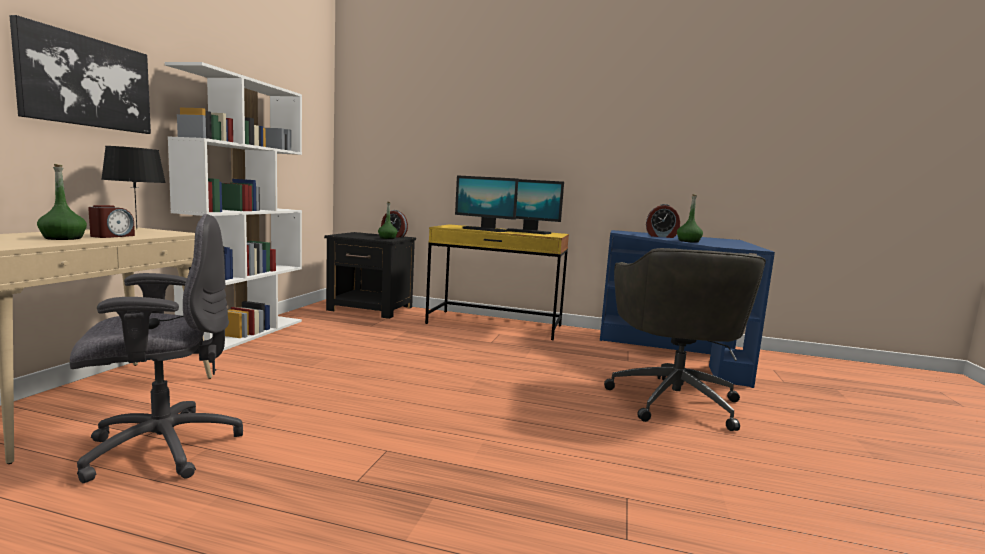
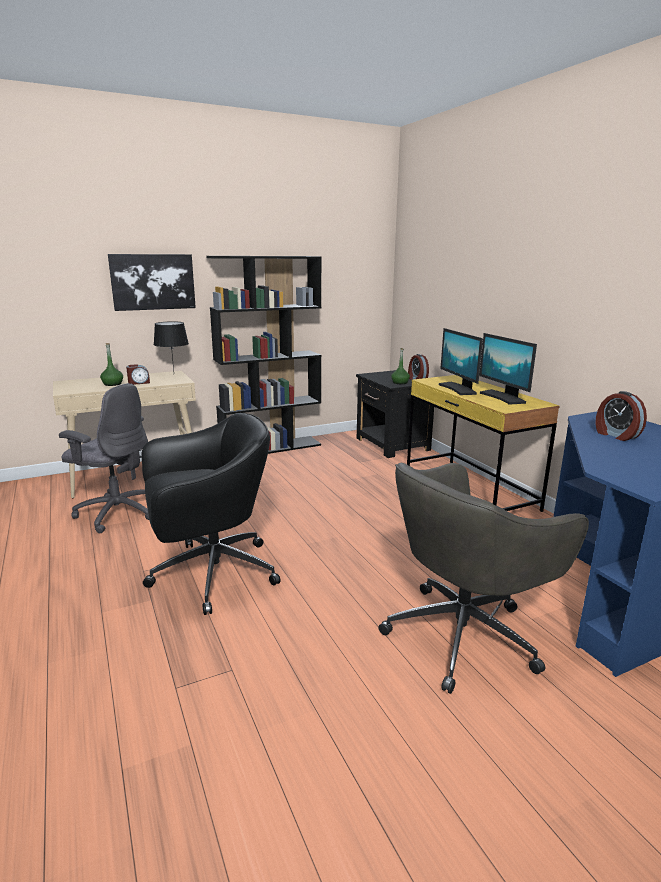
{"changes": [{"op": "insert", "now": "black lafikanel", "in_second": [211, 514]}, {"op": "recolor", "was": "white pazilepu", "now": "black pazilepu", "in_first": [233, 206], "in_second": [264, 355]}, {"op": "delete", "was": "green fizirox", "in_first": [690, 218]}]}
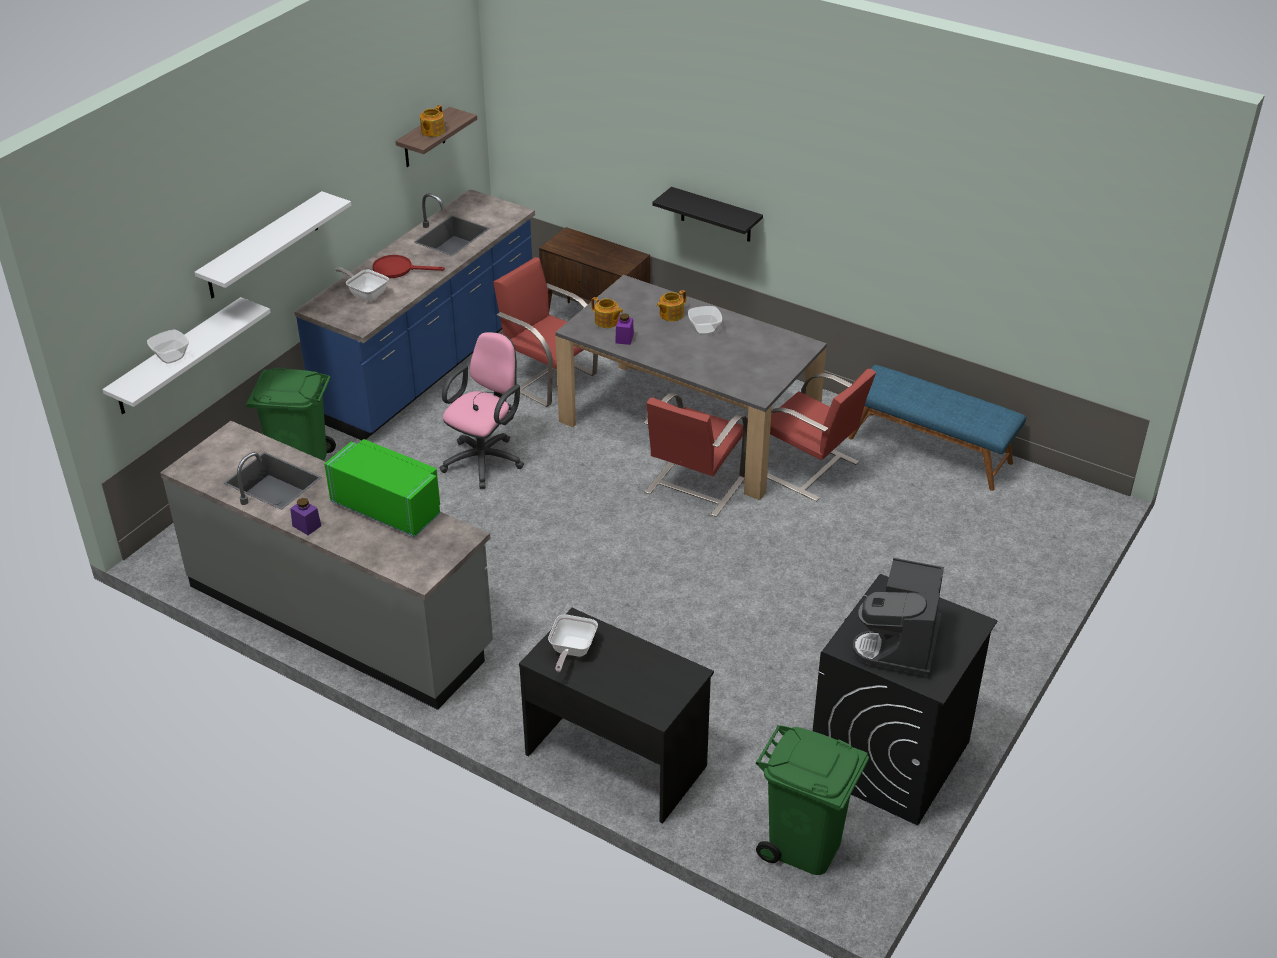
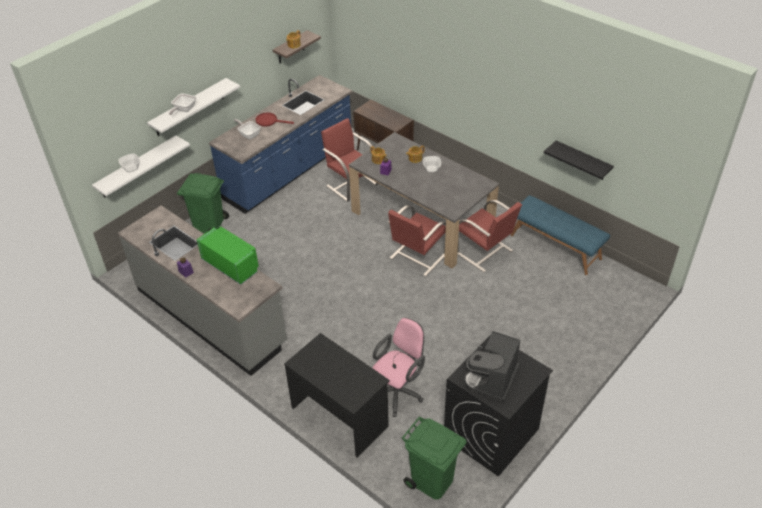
{"changes": [{"op": "move", "was": "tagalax", "in_first": [573, 643], "in_second": [182, 104]}, {"op": "move", "was": "pink lafikanel", "in_first": [482, 410], "in_second": [399, 367]}, {"op": "move", "was": "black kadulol", "in_first": [707, 214], "in_second": [579, 160]}]}
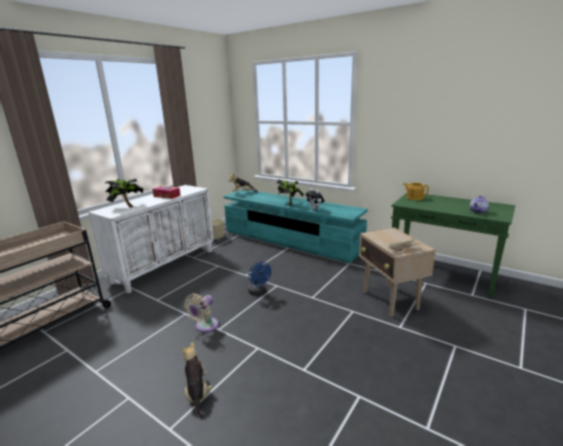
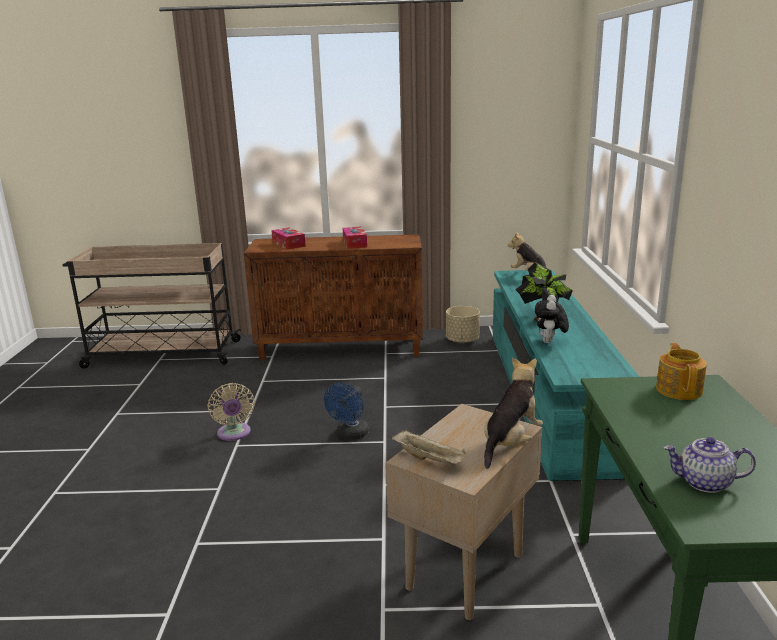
{"changes": [{"op": "rotate", "was": "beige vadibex", "in_first": [202, 313], "in_second": [231, 412], "clockwise": -105}, {"op": "recolor", "was": "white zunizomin", "now": "brown zunizomin", "in_first": [151, 239], "in_second": [333, 297]}, {"op": "replace", "was": "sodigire", "now": "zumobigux", "in_first": [123, 193], "in_second": [288, 239]}, {"op": "move", "was": "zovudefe", "in_first": [196, 380], "in_second": [513, 413]}]}
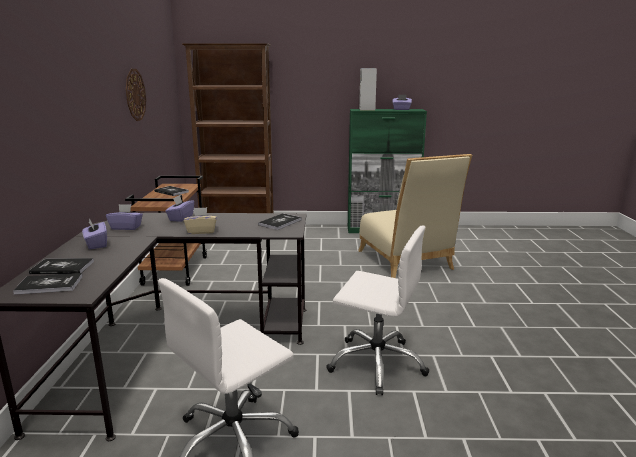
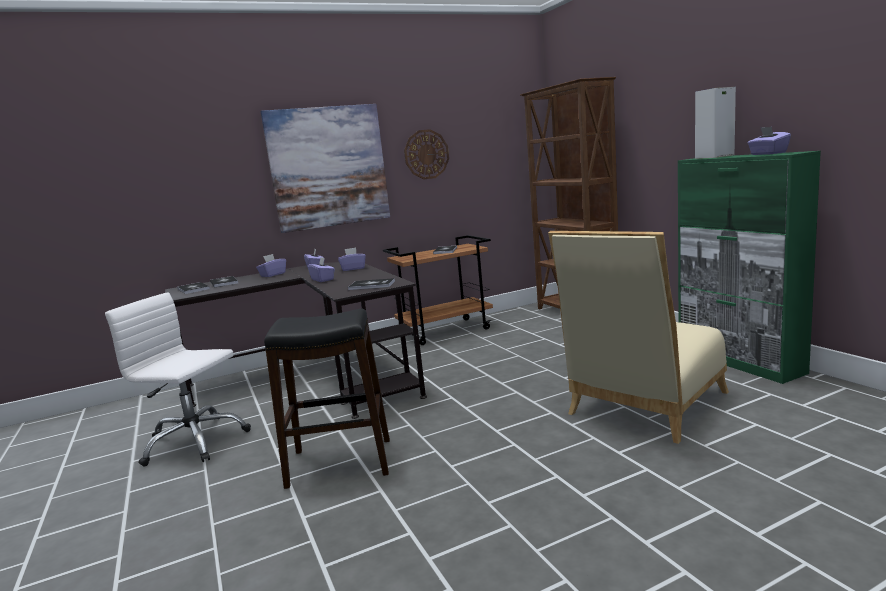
{"changes": [{"op": "insert", "now": "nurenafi", "in_second": [325, 168]}, {"op": "replace", "was": "white lafikanel", "now": "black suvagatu", "in_first": [377, 310], "in_second": [327, 399]}, {"op": "recolor", "was": "beige zumobigux", "now": "purple zumobigux", "in_first": [200, 220], "in_second": [321, 270]}]}
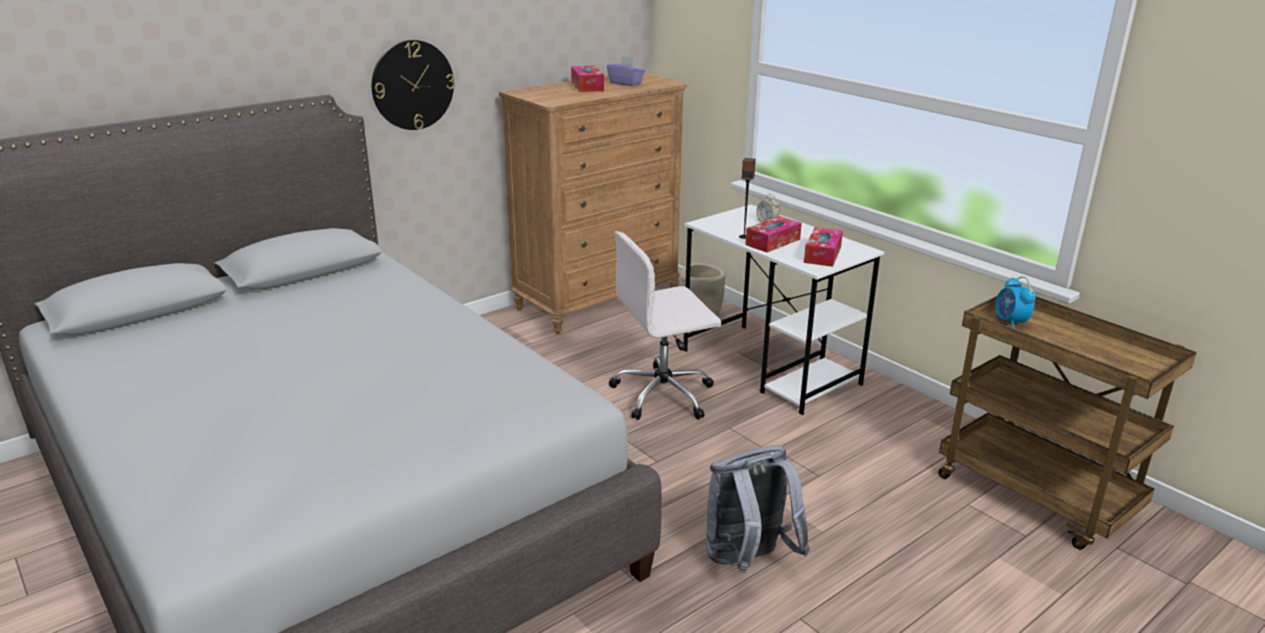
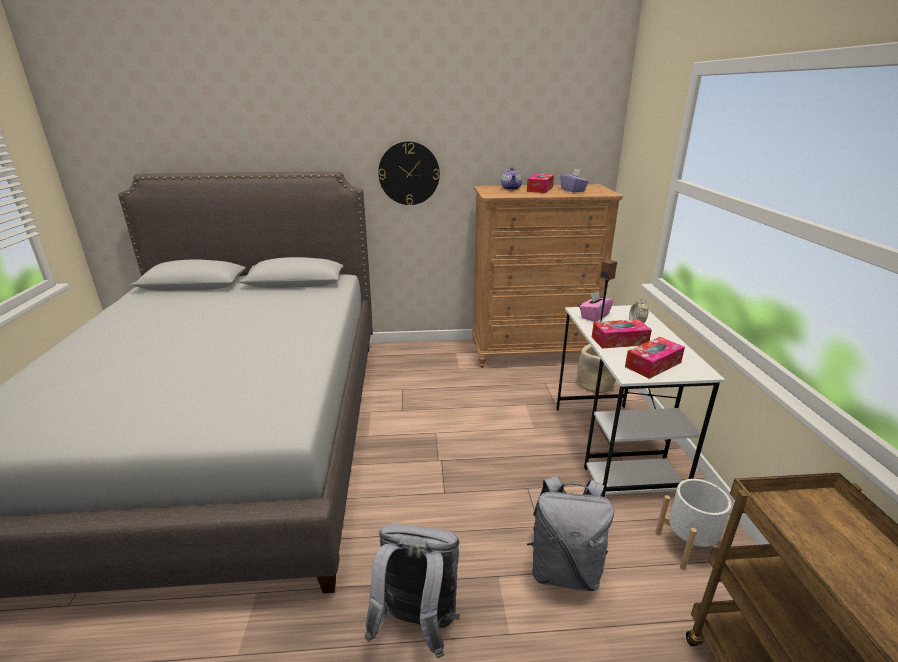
{"changes": [{"op": "insert", "now": "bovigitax", "in_second": [511, 178]}, {"op": "insert", "now": "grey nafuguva", "in_second": [570, 533]}, {"op": "insert", "now": "pink zumobigux", "in_second": [596, 306]}, {"op": "insert", "now": "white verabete", "in_second": [693, 524]}, {"op": "delete", "was": "white lafikanel", "in_first": [665, 325]}, {"op": "delete", "was": "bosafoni", "in_first": [1016, 303]}]}
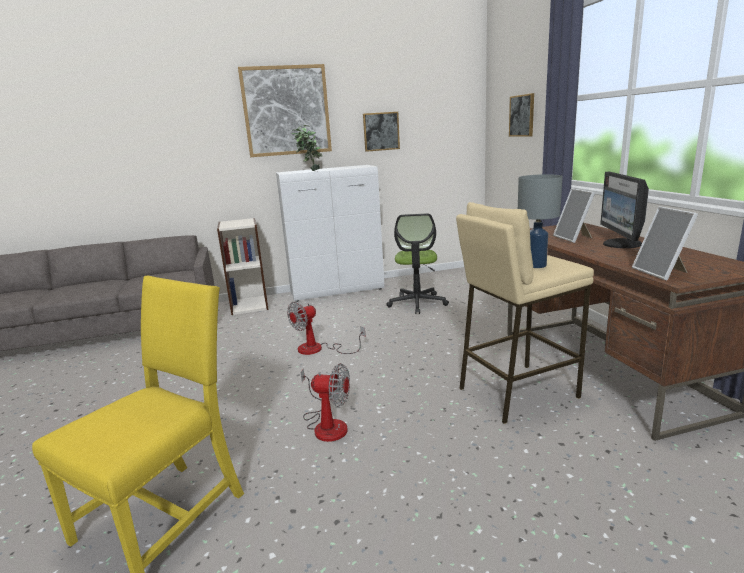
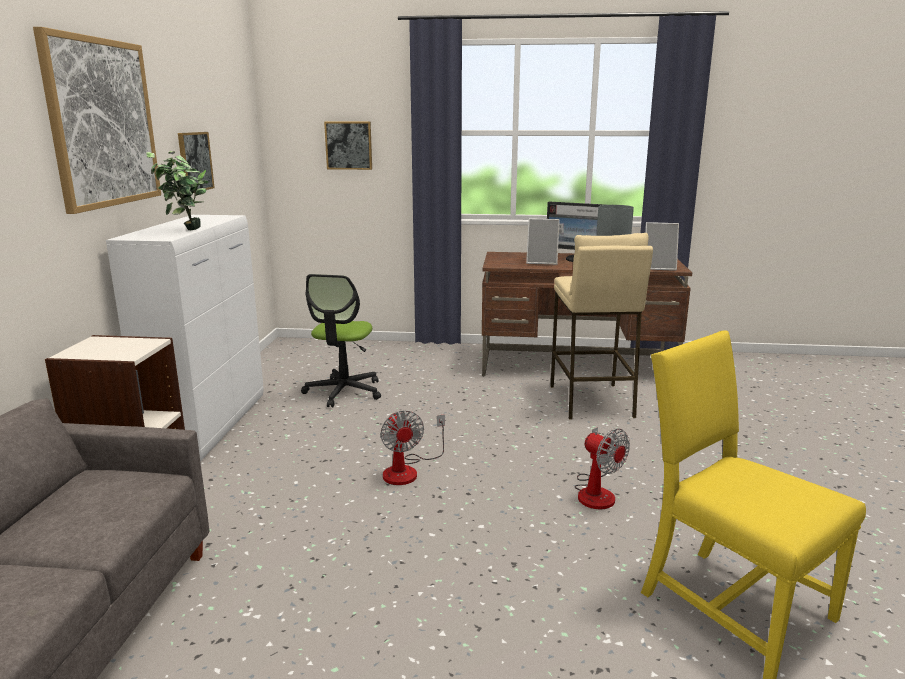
{"changes": [{"op": "rotate", "was": "lafikanel", "in_first": [417, 263], "in_second": [341, 340], "clockwise": 75}, {"op": "rotate", "was": "vadibex", "in_first": [325, 402], "in_second": [602, 468], "clockwise": 105}]}
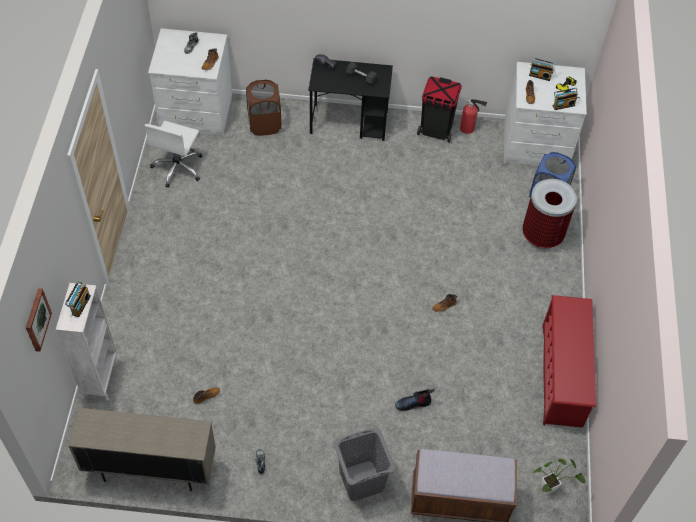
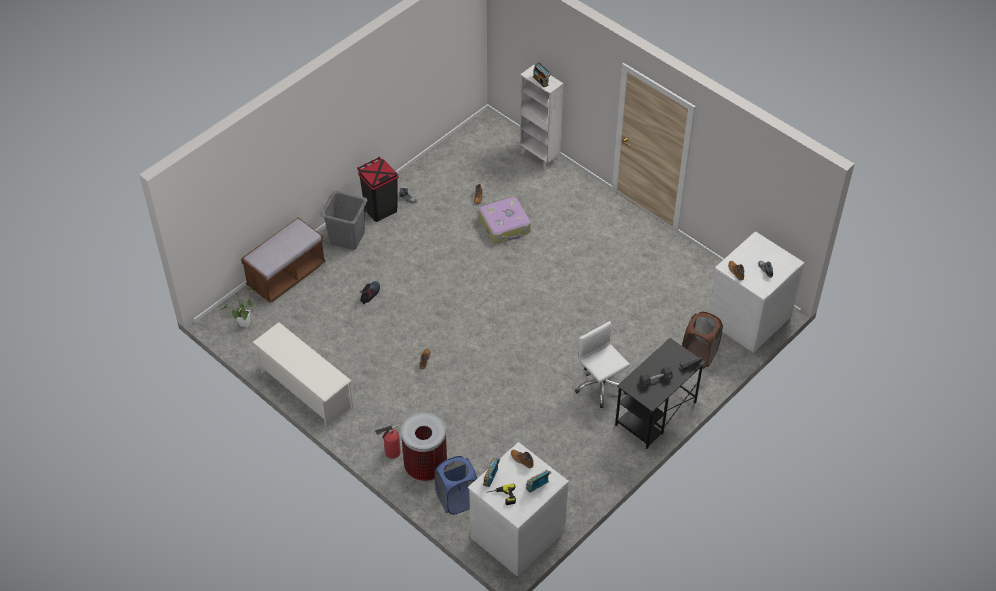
{"changes": [{"op": "recolor", "was": "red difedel", "now": "white difedel", "in_first": [569, 361], "in_second": [302, 374]}, {"op": "move", "was": "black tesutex", "in_first": [439, 109], "in_second": [378, 189]}, {"op": "move", "was": "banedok", "in_first": [473, 116], "in_second": [388, 441]}, {"op": "insert", "now": "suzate", "in_second": [505, 220]}, {"op": "move", "was": "white lafikanel", "in_first": [173, 154], "in_second": [602, 364]}, {"op": "delete", "was": "nurenafi", "in_first": [39, 320]}, {"op": "delete", "was": "beige zunizomin", "in_first": [142, 449]}]}
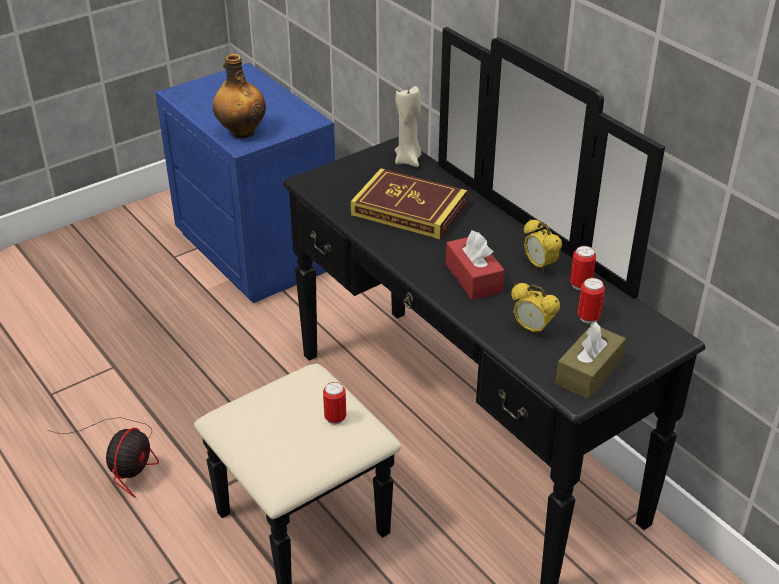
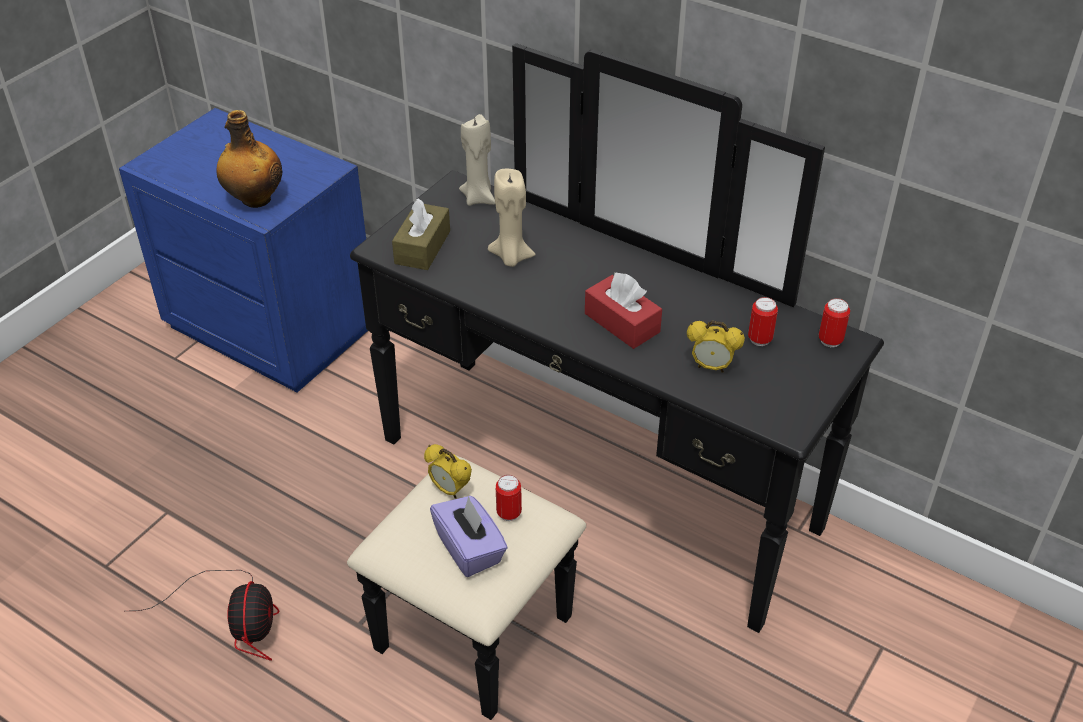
{"changes": [{"op": "move", "was": "brown zumobigux", "in_first": [590, 361], "in_second": [421, 234]}, {"op": "move", "was": "bosafoni", "in_first": [543, 245], "in_second": [448, 471]}, {"op": "insert", "now": "purple zumobigux", "in_second": [469, 536]}, {"op": "replace", "was": "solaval", "now": "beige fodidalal", "in_first": [409, 203], "in_second": [512, 218]}, {"op": "move", "was": "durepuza", "in_first": [583, 268], "in_second": [834, 322]}]}
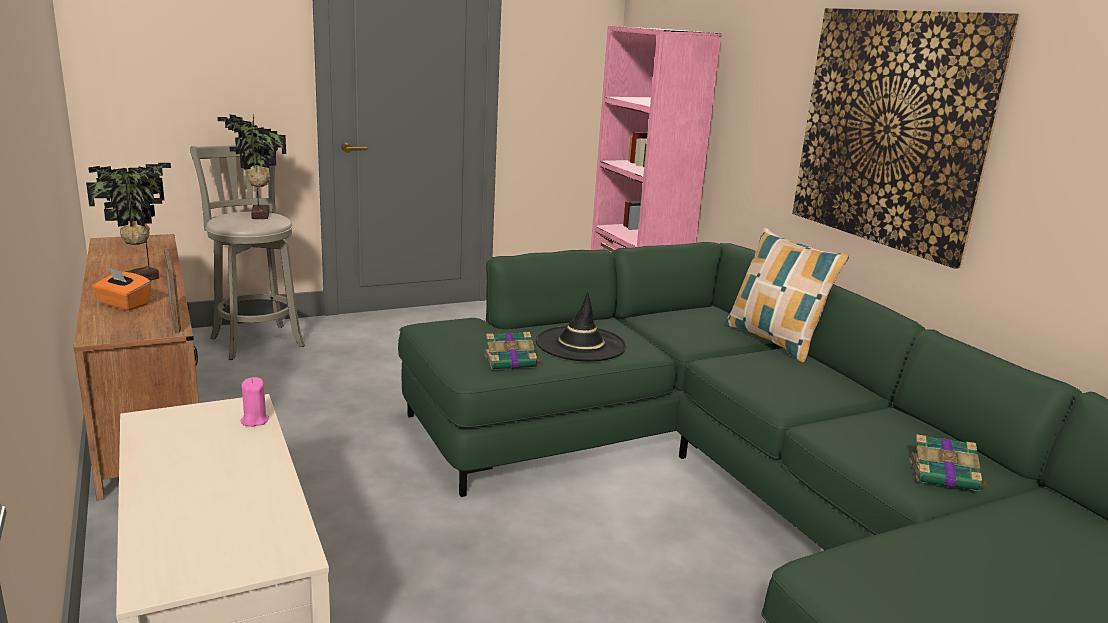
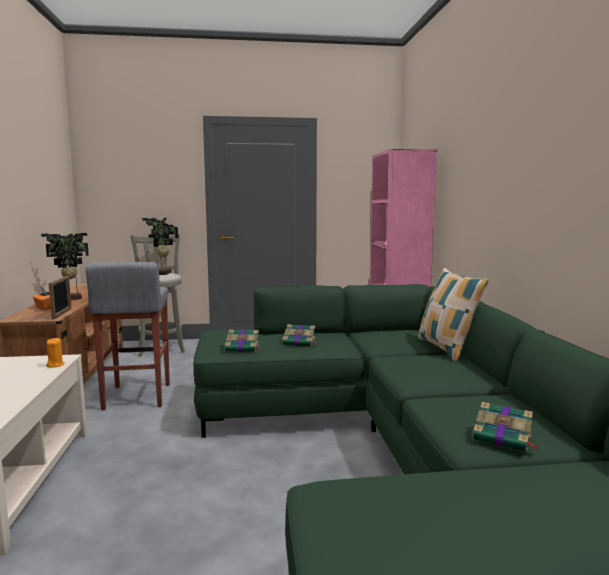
{"changes": [{"op": "recolor", "was": "pink fodidalal", "now": "orange fodidalal", "in_first": [255, 402], "in_second": [55, 353]}, {"op": "insert", "now": "grey suvagatu", "in_second": [127, 336]}, {"op": "replace", "was": "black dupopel", "now": "solaval", "in_first": [581, 326], "in_second": [301, 335]}, {"op": "delete", "was": "nurenafi", "in_first": [906, 138]}]}
